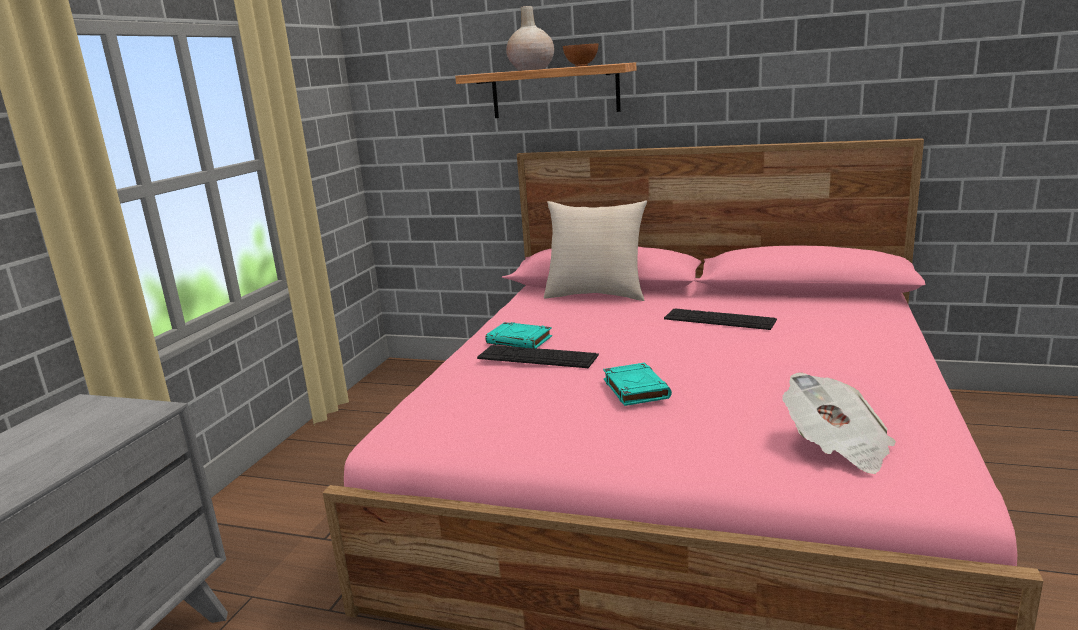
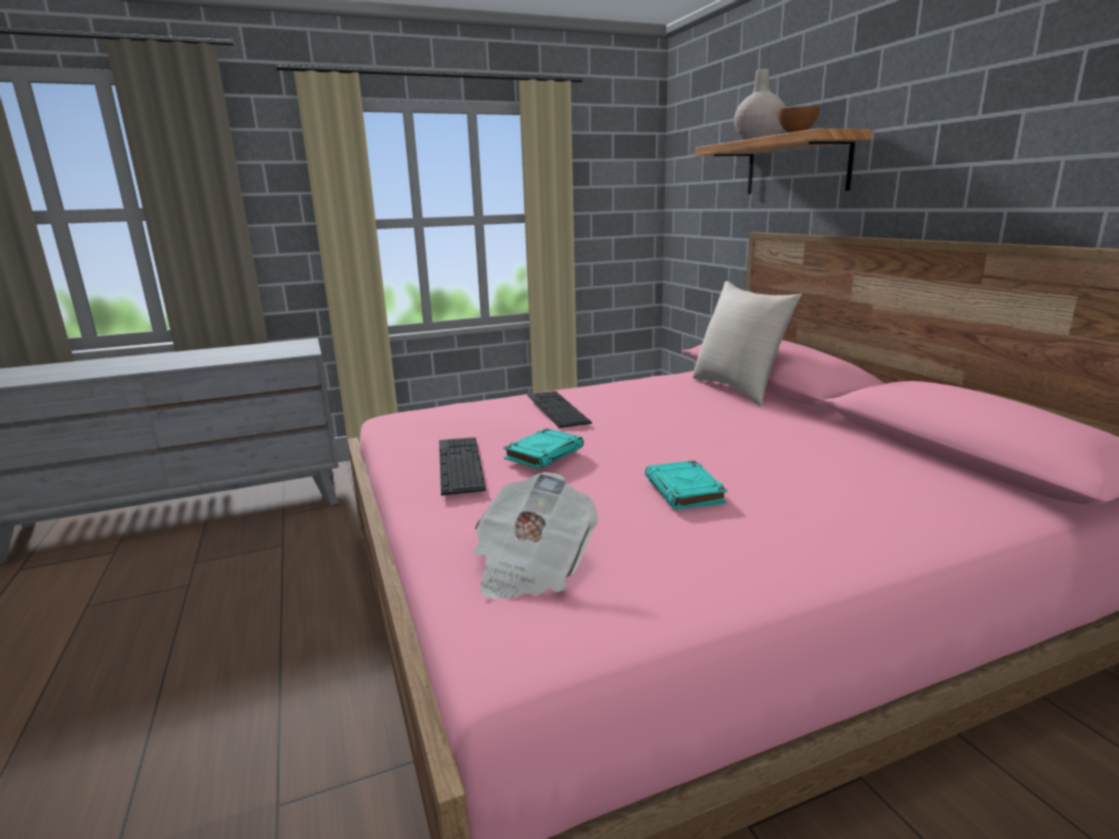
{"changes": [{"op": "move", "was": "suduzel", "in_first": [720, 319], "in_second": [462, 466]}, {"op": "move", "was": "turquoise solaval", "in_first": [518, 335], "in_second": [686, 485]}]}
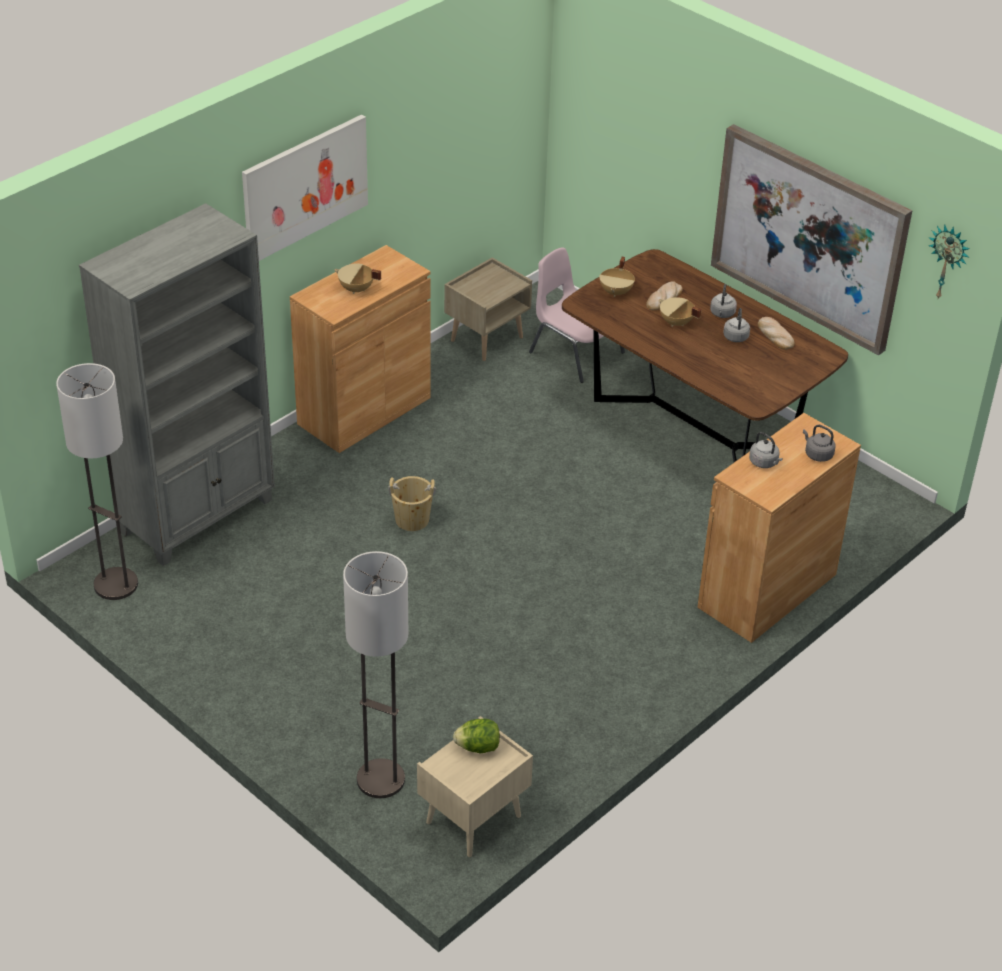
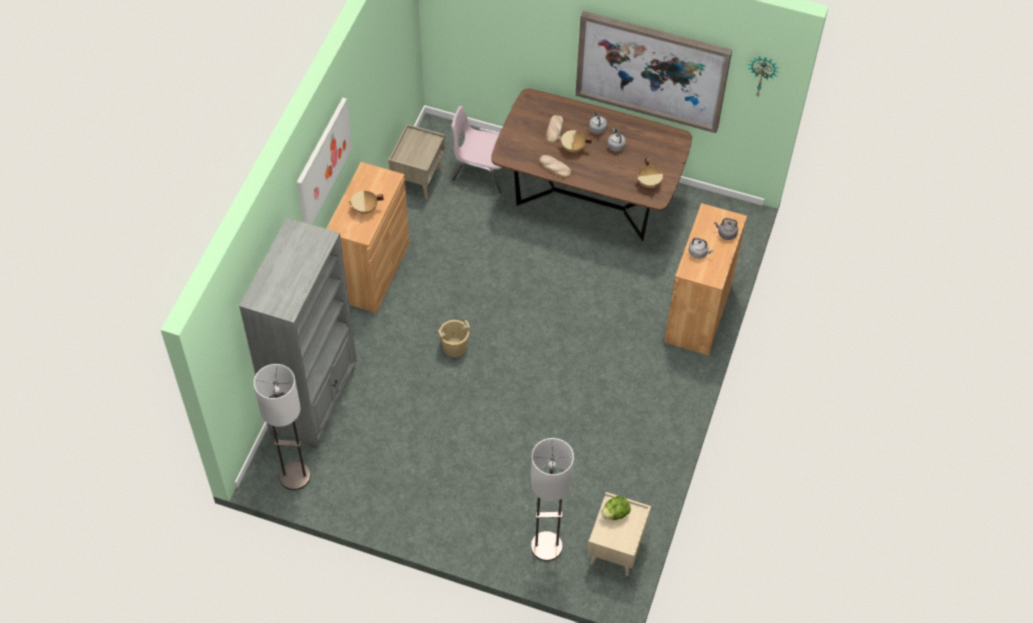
{"changes": [{"op": "move", "was": "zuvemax", "in_first": [776, 333], "in_second": [555, 166]}, {"op": "move", "was": "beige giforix", "in_first": [617, 277], "in_second": [650, 172]}]}
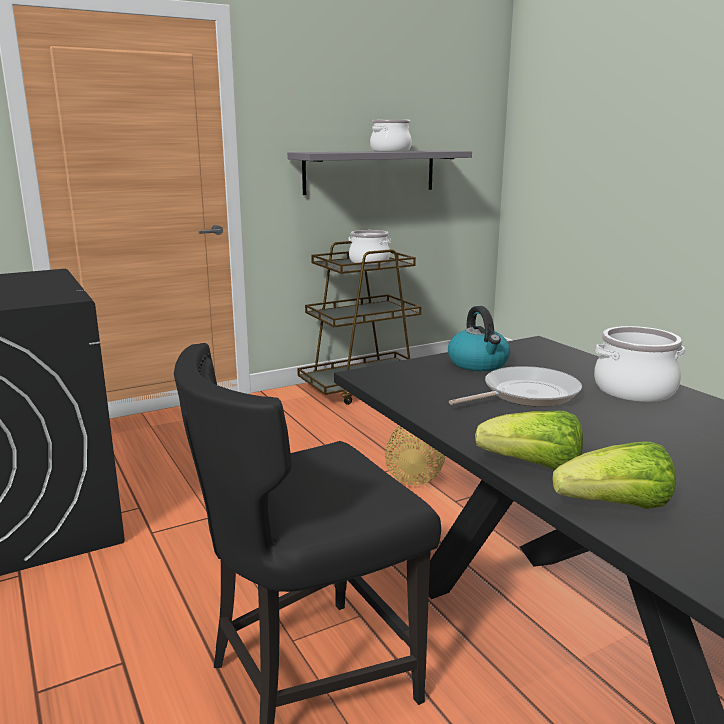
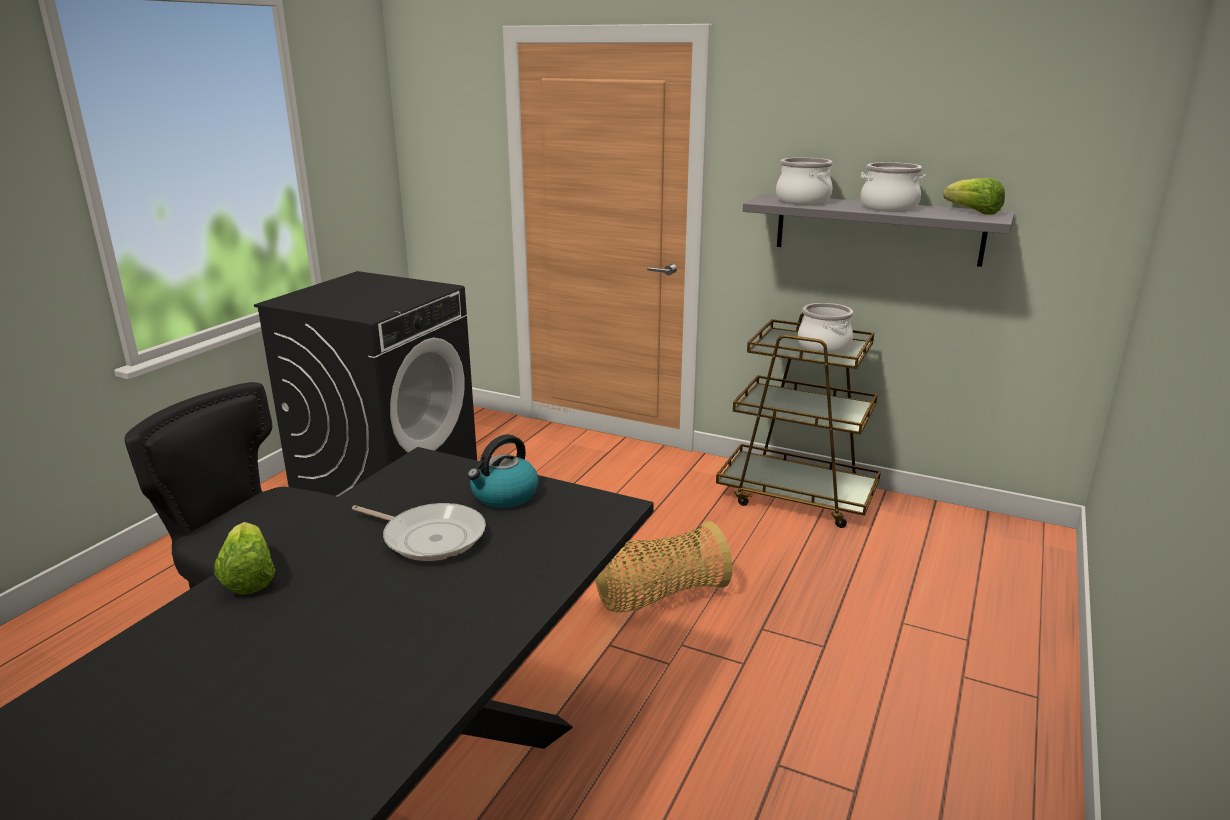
{"changes": [{"op": "move", "was": "giforix", "in_first": [639, 364], "in_second": [804, 181]}, {"op": "move", "was": "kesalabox", "in_first": [614, 475], "in_second": [974, 196]}]}
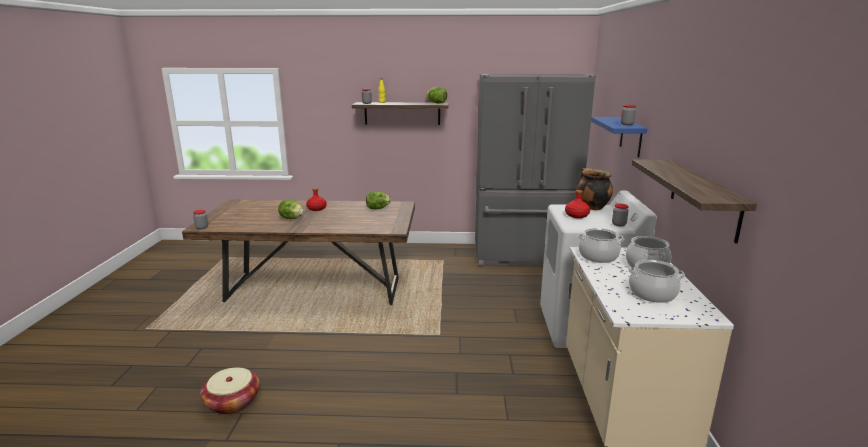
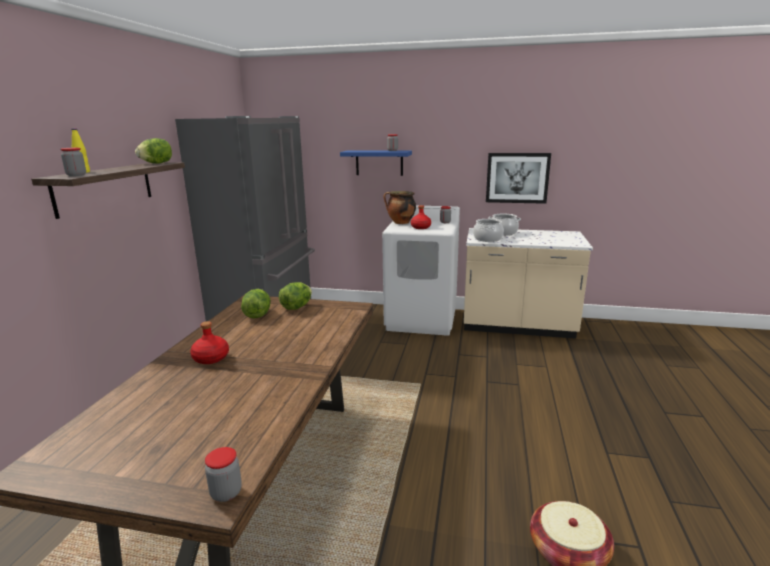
{"changes": [{"op": "move", "was": "kesalabox", "in_first": [291, 209], "in_second": [295, 296]}, {"op": "replace", "was": "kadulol", "now": "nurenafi", "in_first": [694, 202], "in_second": [518, 178]}, {"op": "delete", "was": "giforix", "in_first": [656, 281]}]}
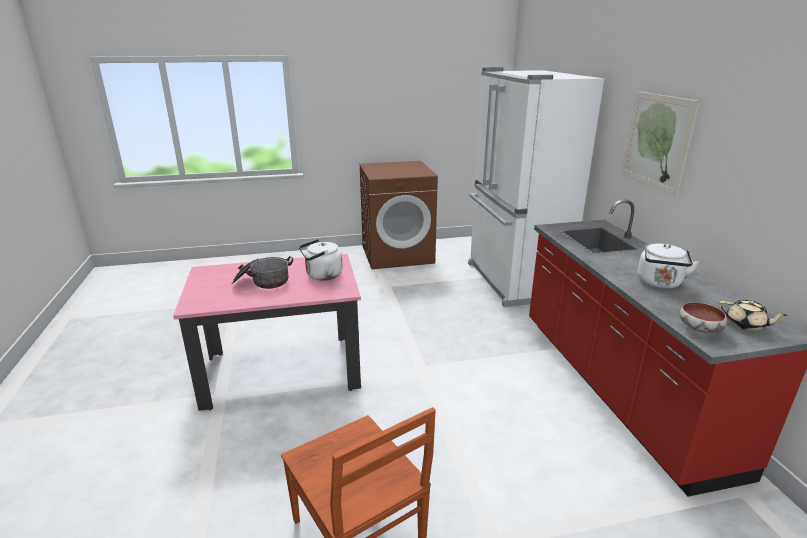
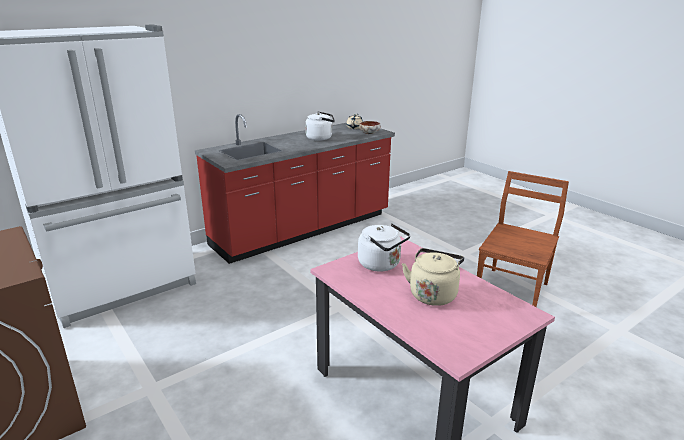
{"changes": [{"op": "replace", "was": "giforix", "now": "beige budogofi", "in_first": [262, 272], "in_second": [433, 277]}, {"op": "delete", "was": "nurenafi", "in_first": [660, 143]}]}
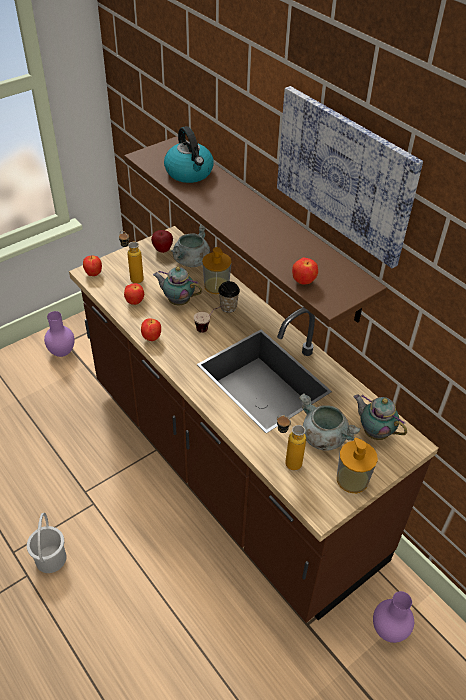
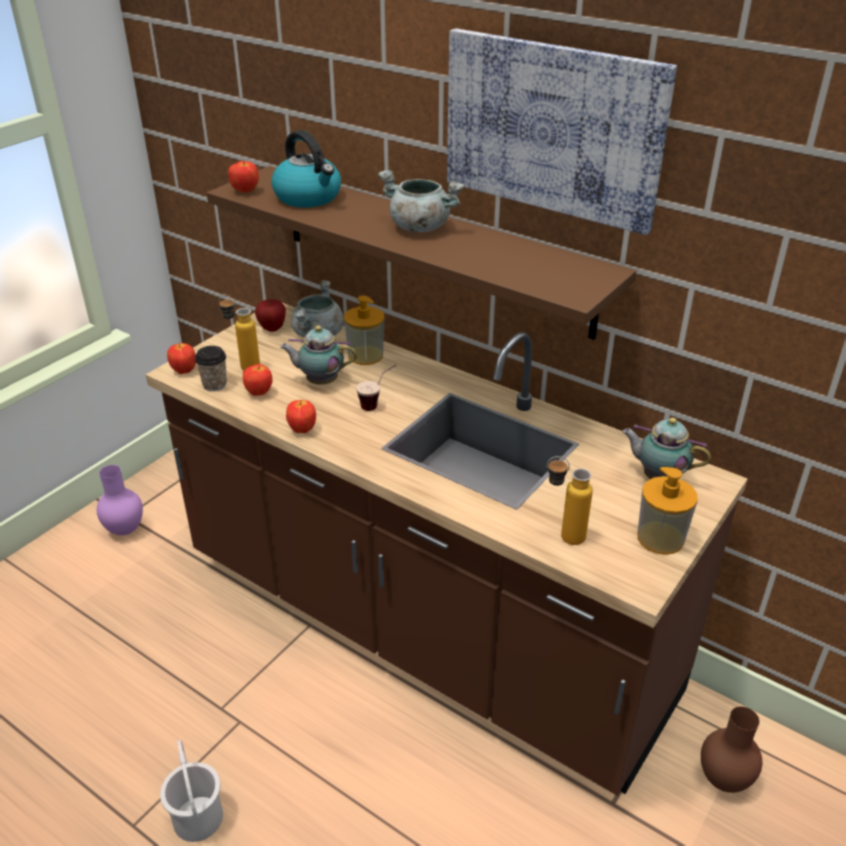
{"changes": [{"op": "move", "was": "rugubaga", "in_first": [229, 297], "in_second": [211, 368]}, {"op": "move", "was": "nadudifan", "in_first": [305, 271], "in_second": [243, 177]}, {"op": "move", "was": "grey giforix", "in_first": [330, 422], "in_second": [421, 201]}, {"op": "recolor", "was": "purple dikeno", "now": "brown dikeno", "in_first": [393, 617], "in_second": [731, 749]}]}
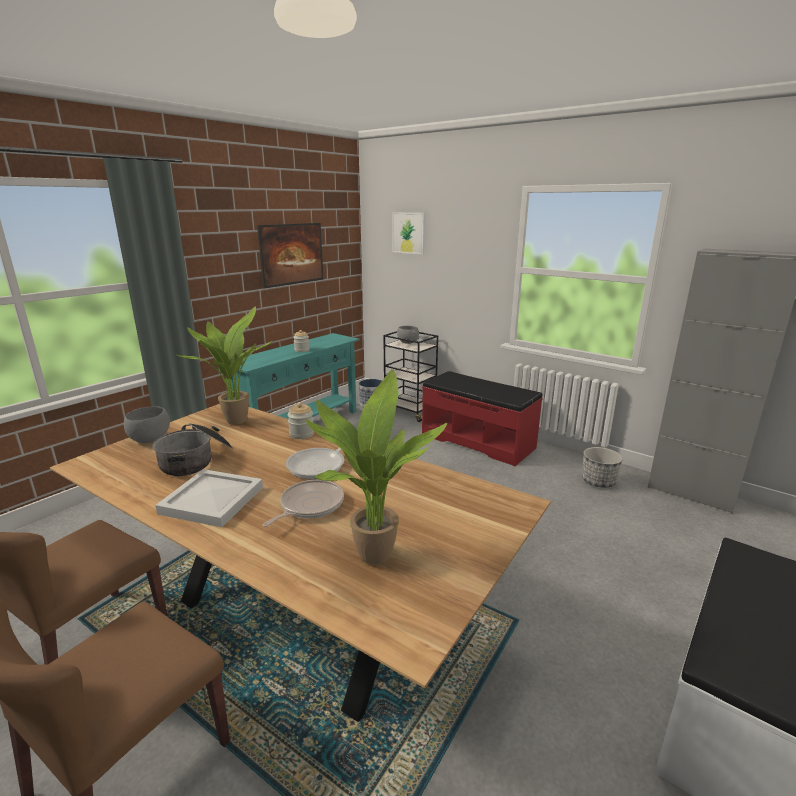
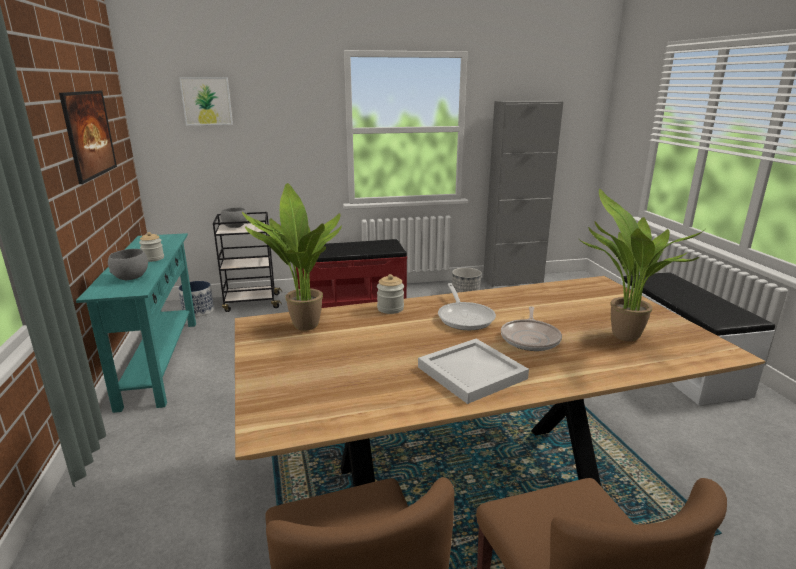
{"changes": [{"op": "move", "was": "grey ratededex", "in_first": [147, 424], "in_second": [128, 264]}, {"op": "rotate", "was": "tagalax", "in_first": [303, 503], "in_second": [531, 328], "clockwise": -150}, {"op": "delete", "was": "giforix", "in_first": [192, 449]}]}
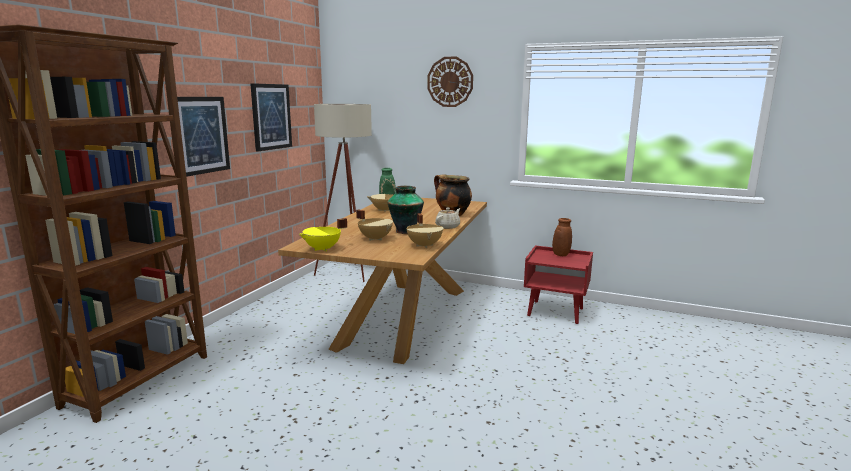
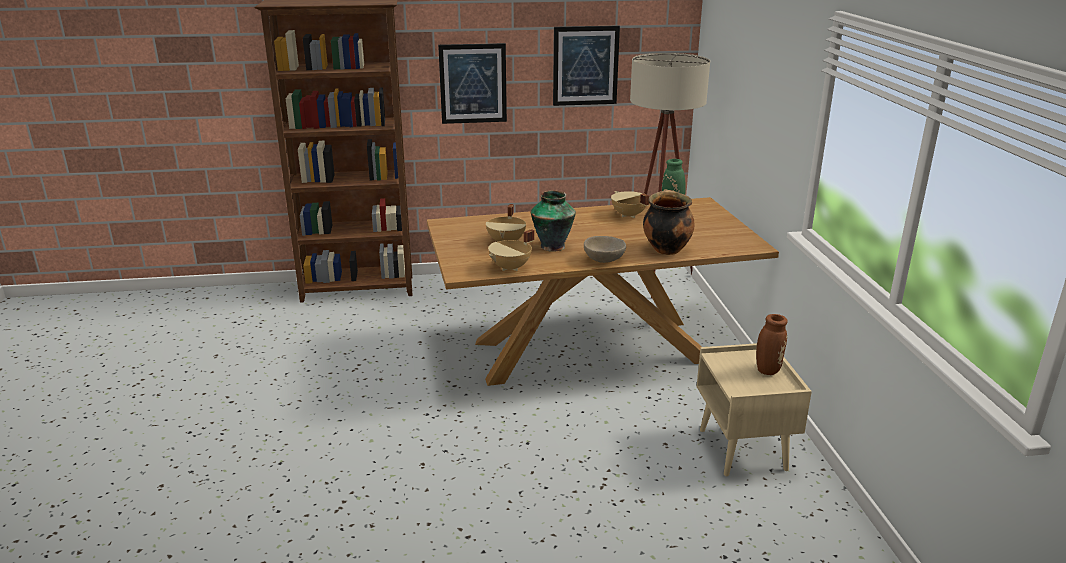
{"changes": [{"op": "replace", "was": "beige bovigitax", "now": "beige ratededex", "in_first": [447, 218], "in_second": [605, 249]}, {"op": "recolor", "was": "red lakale", "now": "beige lakale", "in_first": [558, 284], "in_second": [754, 409]}, {"op": "delete", "was": "yellow giforix", "in_first": [323, 234]}, {"op": "delete", "was": "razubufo", "in_first": [450, 82]}]}
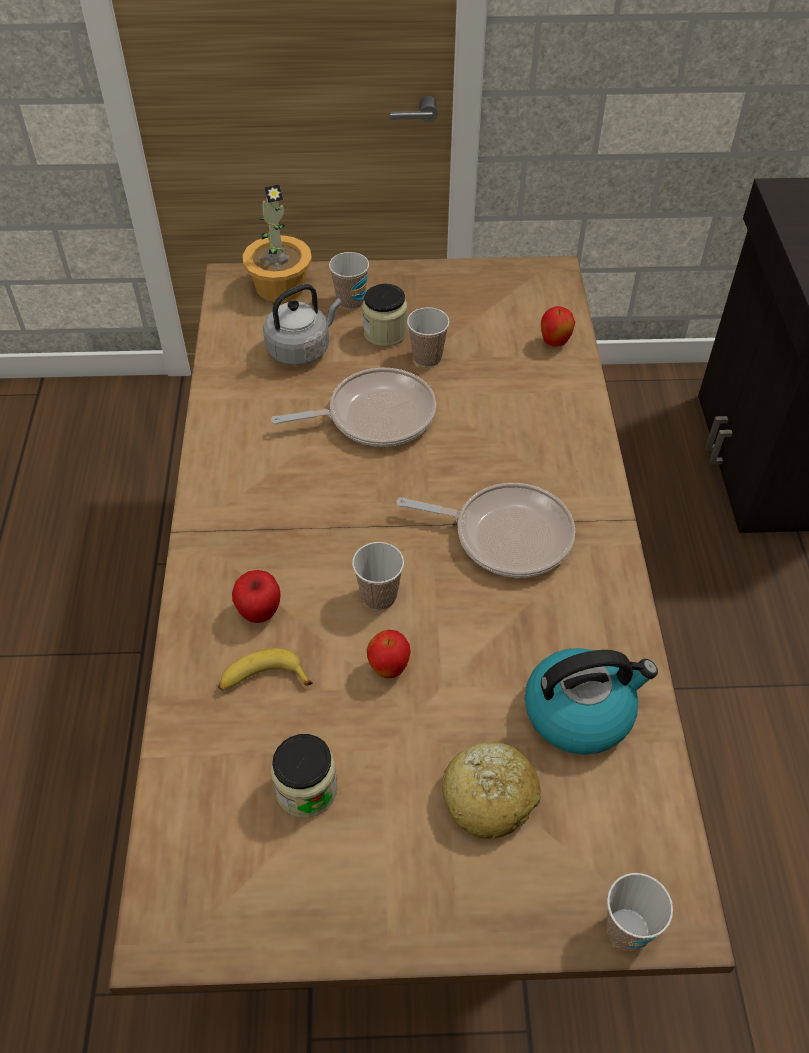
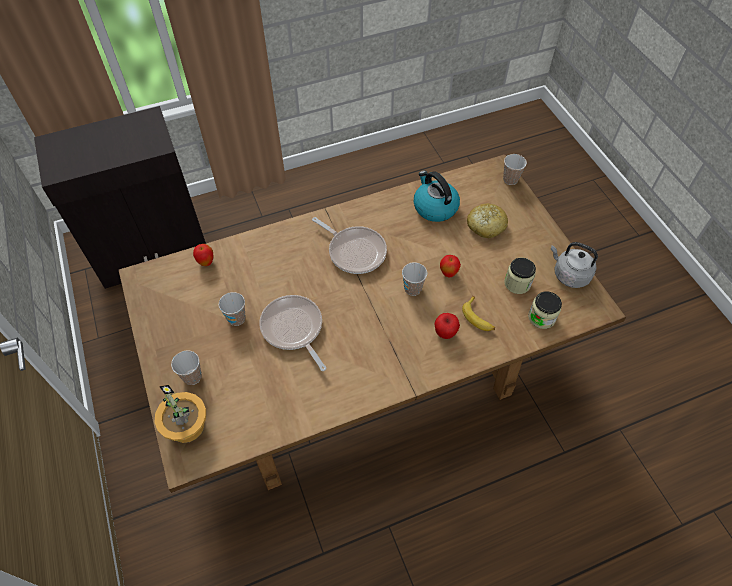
{"changes": [{"op": "rotate", "was": "tagalax", "in_first": [486, 530], "in_second": [349, 245], "clockwise": 135}, {"op": "move", "was": "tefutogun", "in_first": [384, 315], "in_second": [545, 310]}, {"op": "move", "was": "grey budogofi", "in_first": [302, 325], "in_second": [574, 265]}]}
